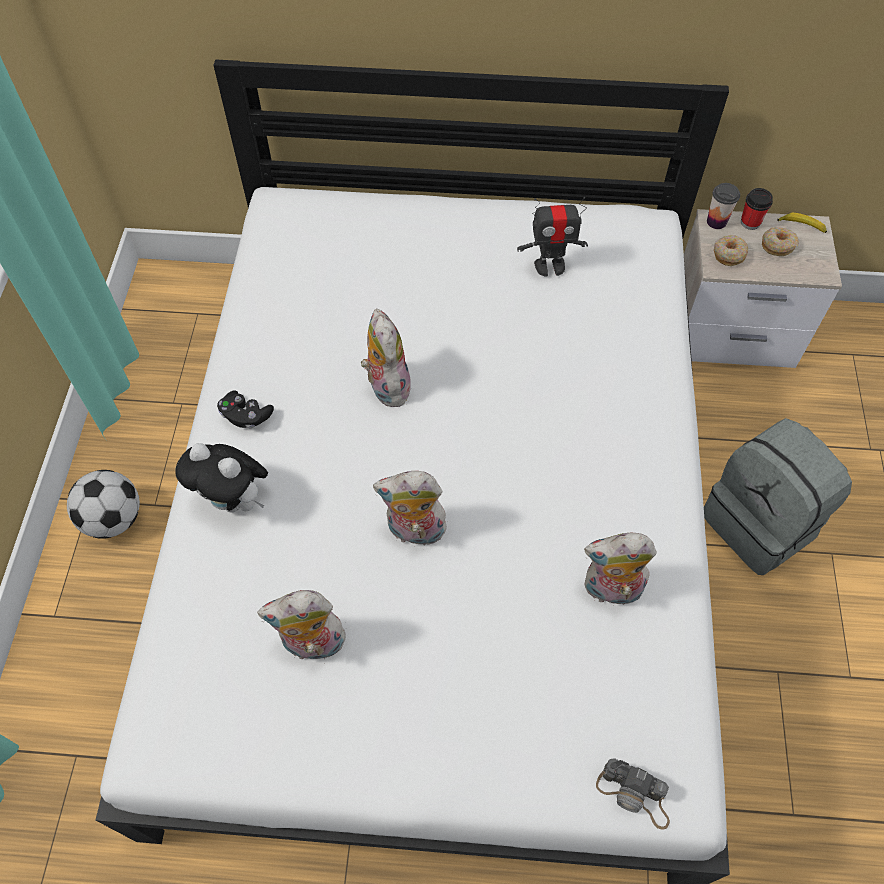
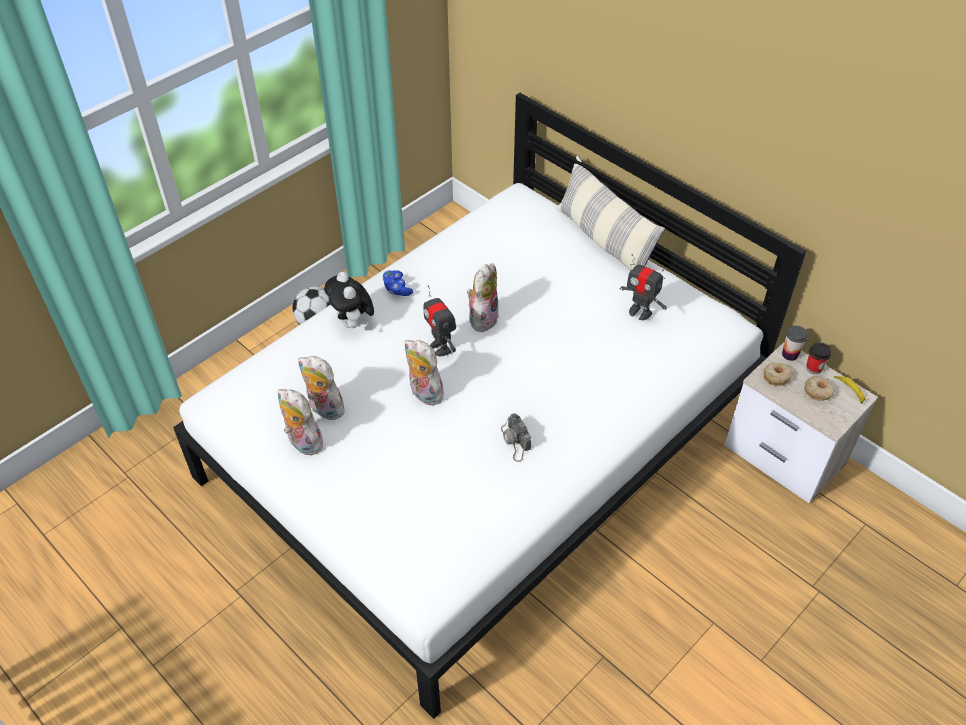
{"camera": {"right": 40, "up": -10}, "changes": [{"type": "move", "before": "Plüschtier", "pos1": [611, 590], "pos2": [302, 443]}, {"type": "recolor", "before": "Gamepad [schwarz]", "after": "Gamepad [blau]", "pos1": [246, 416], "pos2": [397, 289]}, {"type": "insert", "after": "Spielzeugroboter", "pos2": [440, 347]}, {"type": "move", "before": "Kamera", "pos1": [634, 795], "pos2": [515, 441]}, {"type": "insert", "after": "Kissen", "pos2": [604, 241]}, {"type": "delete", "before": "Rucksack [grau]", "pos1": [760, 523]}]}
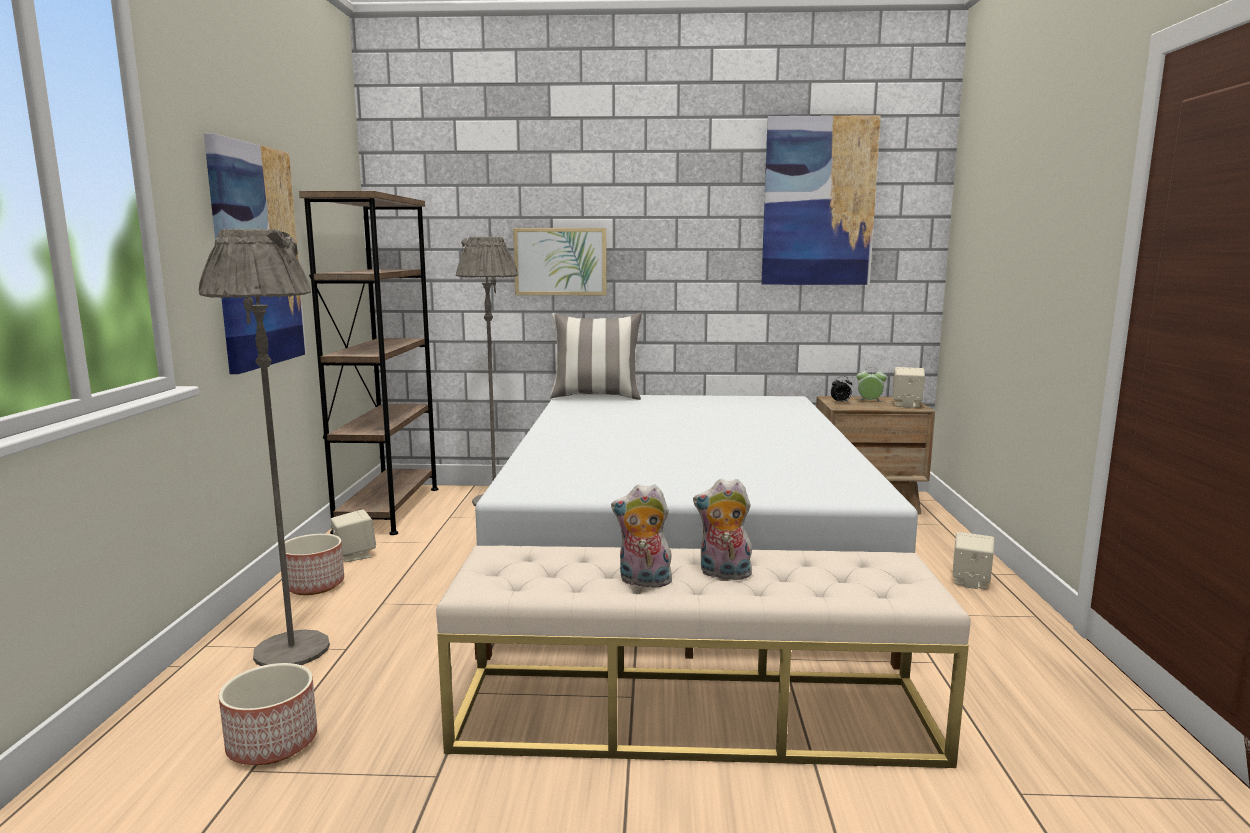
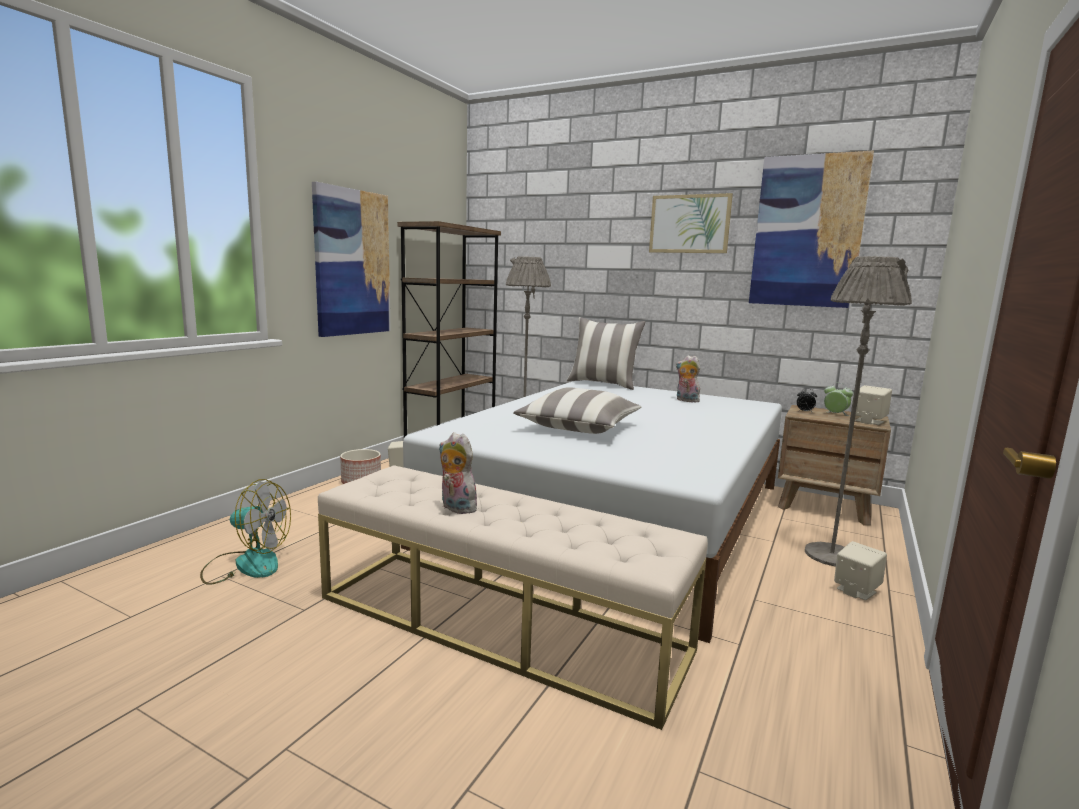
{"camera": {"right": 25, "up": 0}, "changes": [{"type": "replace", "before": "Pflanzkübel", "after": "Ventilator", "pos1": [272, 743], "pos2": [246, 564]}, {"type": "insert", "after": "Kissen", "pos2": [579, 428]}, {"type": "move", "before": "Bild", "pos1": [560, 261], "pos2": [689, 224]}, {"type": "move", "before": "Plüschtier", "pos1": [723, 574], "pos2": [686, 400]}, {"type": "move", "before": "Stehlampe [grau]", "pos1": [292, 650], "pos2": [831, 555]}]}
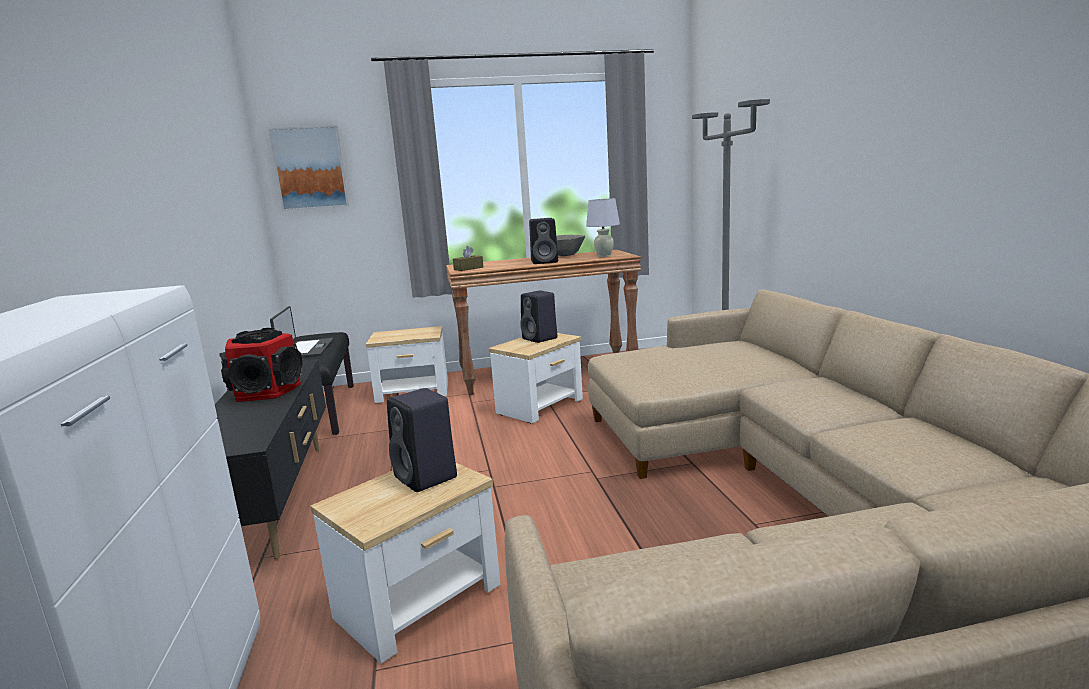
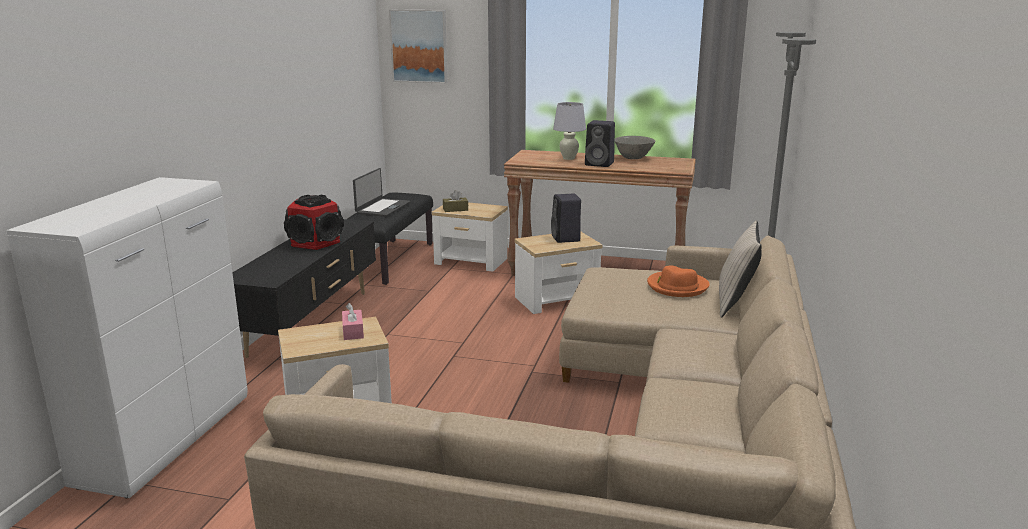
{"camera": {"right": 25, "up": 5}, "changes": [{"type": "replace", "before": "Lautsprecher [schwarz]", "after": "Taschentuchbox [rosa]", "pos1": [427, 478], "pos2": [353, 331]}, {"type": "move", "before": "Taschentuchbox [braun]", "pos1": [468, 268], "pos2": [455, 209]}, {"type": "move", "before": "Tischlampe [weiß]", "pos1": [604, 256], "pos2": [568, 158]}, {"type": "insert", "after": "Hut [orange]", "pos2": [677, 286]}, {"type": "insert", "after": "Kissen [beige]", "pos2": [735, 302]}]}
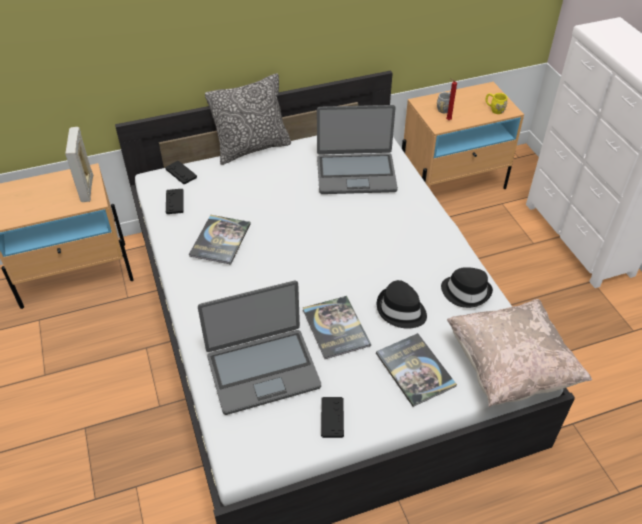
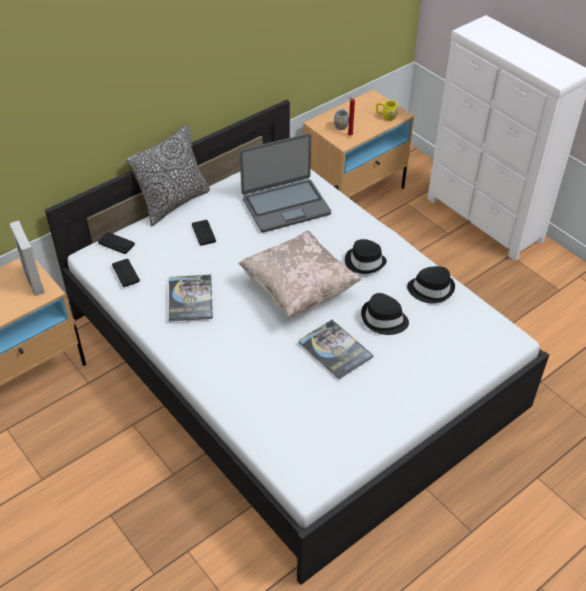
{"camera": {"right": -20, "up": 0}, "changes": [{"type": "move", "before": "Gamepad [schwarz]", "pos1": [332, 417], "pos2": [203, 233]}, {"type": "move", "before": "Kissen [beige]", "pos1": [510, 367], "pos2": [298, 290]}, {"type": "insert", "after": "Hut [schwarz]", "pos2": [365, 262]}, {"type": "delete", "before": "Laptop", "pos1": [262, 370]}, {"type": "delete", "before": "Buch", "pos1": [415, 370]}]}
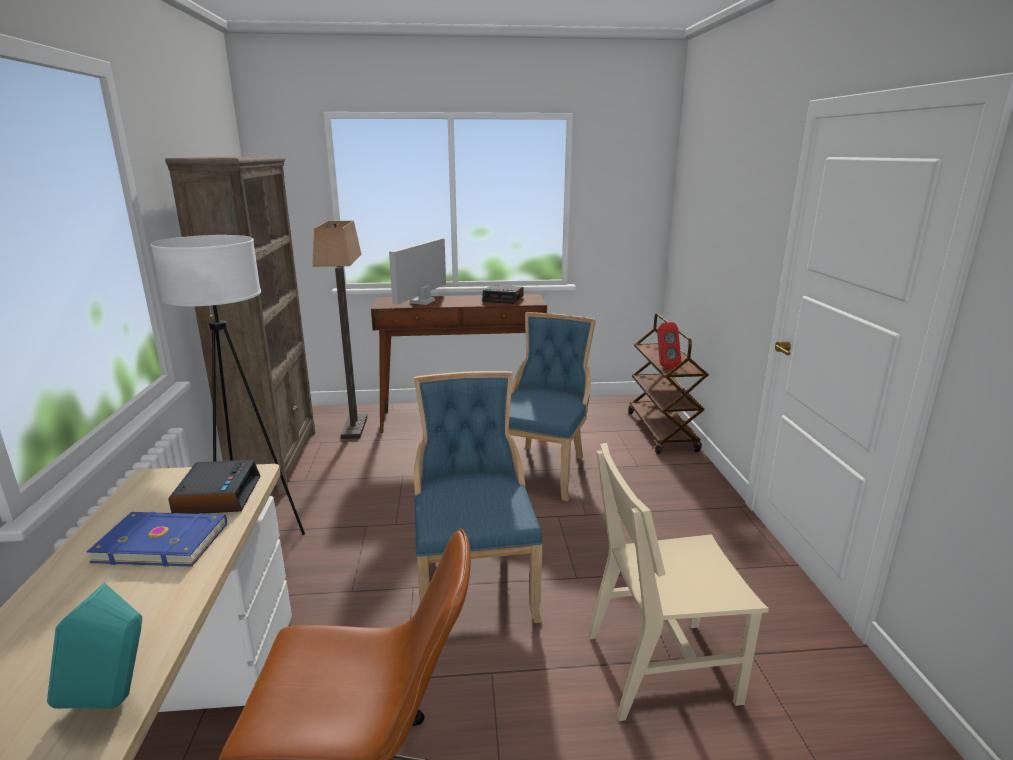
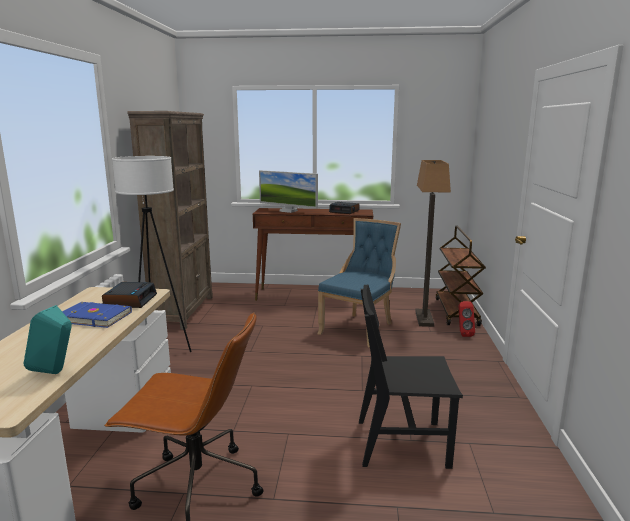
{"camera": {"right": 10, "up": -5}, "changes": [{"type": "rotate", "before": "Monitor", "pos1": [422, 301], "pos2": [288, 211], "turn": -90}, {"type": "recolor", "before": "Stuhl [beige]", "after": "Stuhl [schwarz]", "pos1": [660, 667], "pos2": [401, 443]}, {"type": "move", "before": "Stehlampe", "pos1": [355, 428], "pos2": [424, 319]}, {"type": "move", "before": "Lautsprecher [rot]", "pos1": [664, 367], "pos2": [463, 334]}, {"type": "delete", "before": "Stuhl [blau]", "pos1": [474, 582]}]}
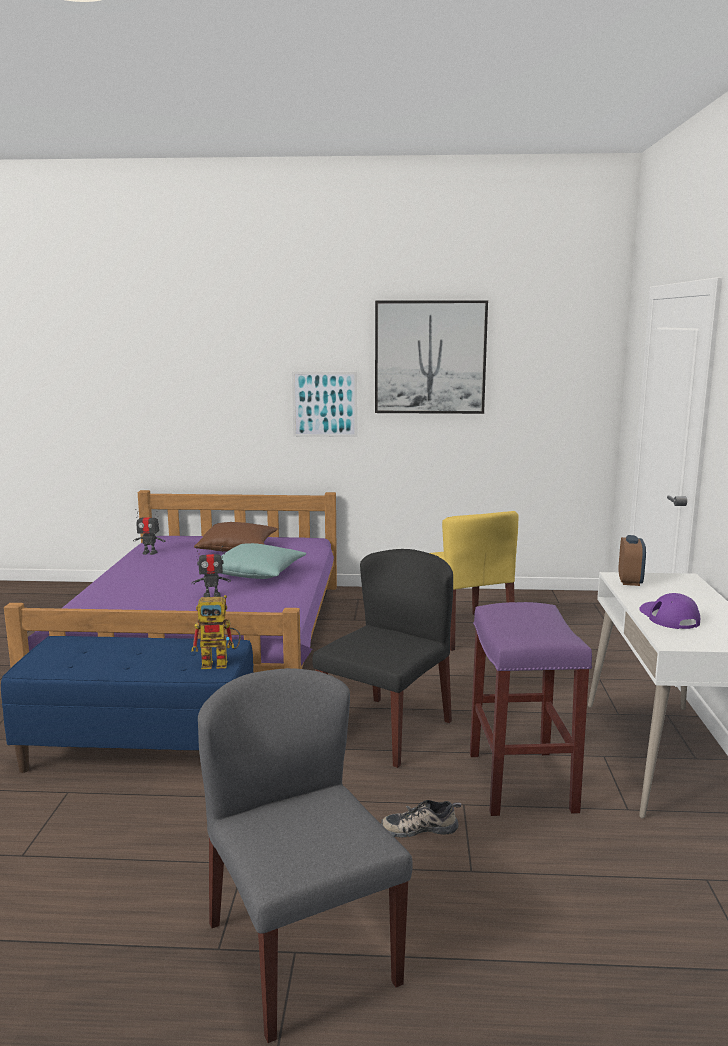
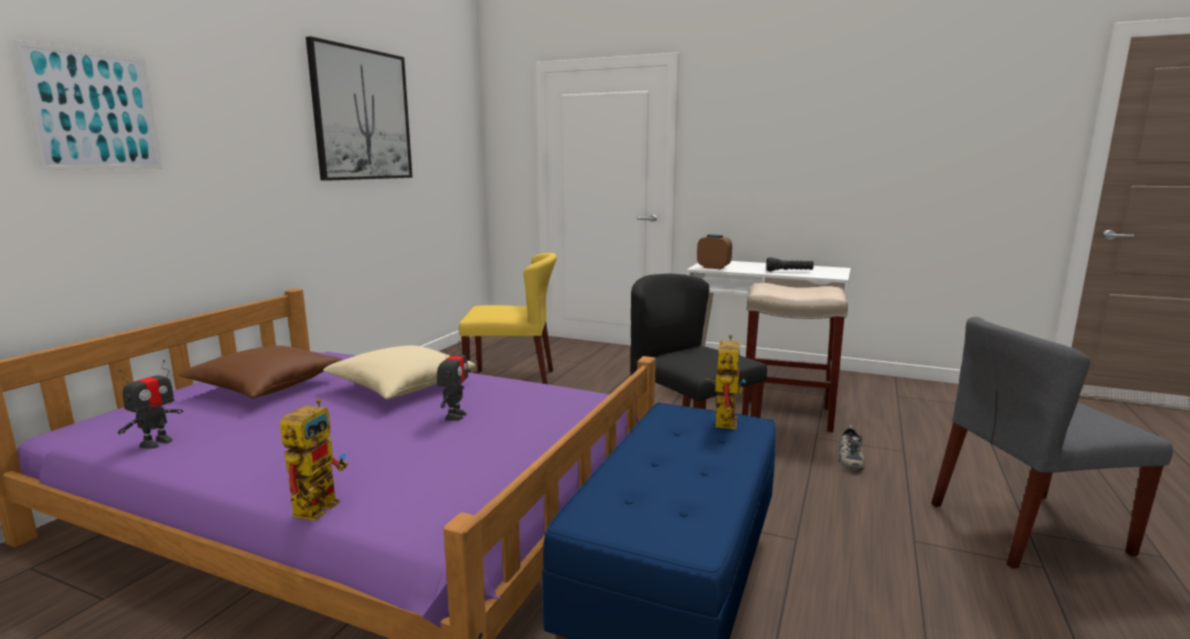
{"camera": {"right": -70, "up": 0}, "changes": [{"type": "move", "before": "Bild", "pos1": [324, 404], "pos2": [94, 111]}, {"type": "insert", "after": "Spielzeugroboter", "pos2": [319, 503]}, {"type": "recolor", "before": "Kissen [türkis]", "after": "Kissen [beige]", "pos1": [257, 574], "pos2": [401, 387]}, {"type": "recolor", "before": "Hocker [lila]", "after": "Hocker [beige]", "pos1": [519, 781], "pos2": [785, 414]}, {"type": "replace", "before": "Kappe [lila]", "after": "Taschenlampe [schwarz]", "pos1": [668, 617], "pos2": [789, 271]}]}
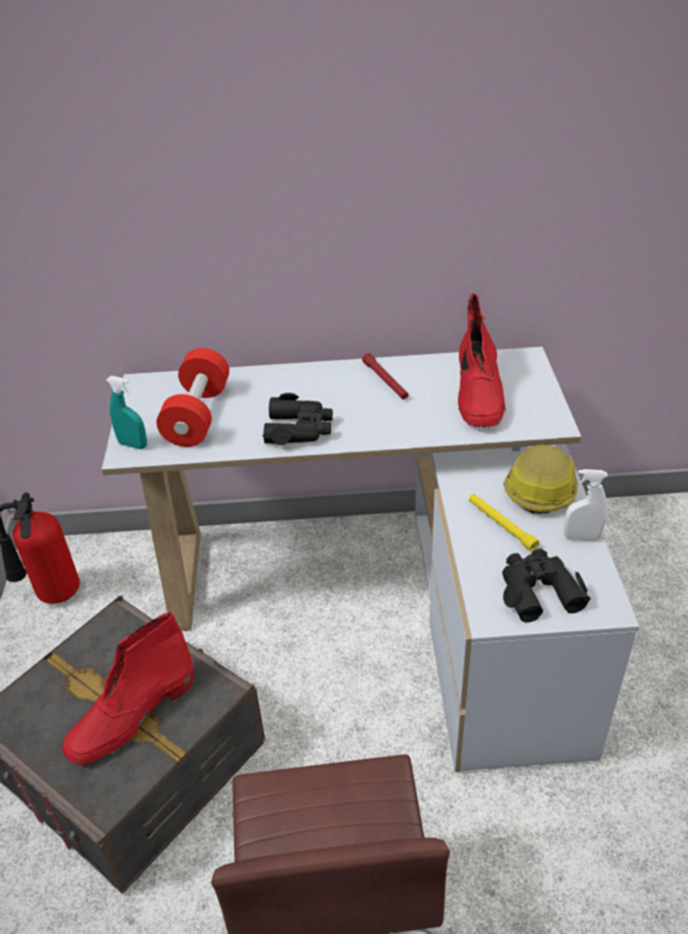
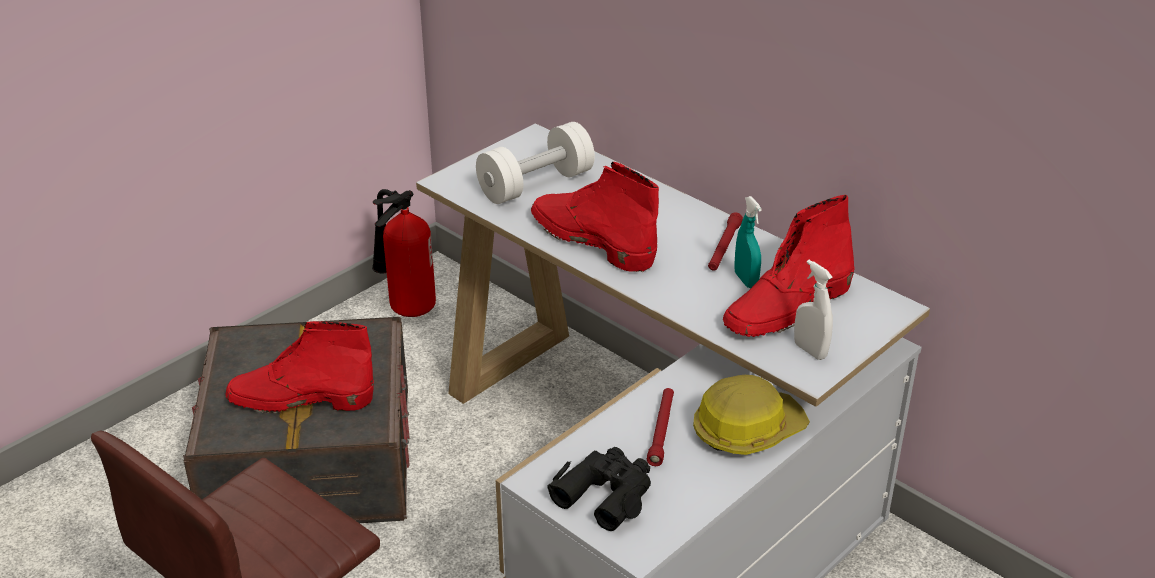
{"camera": {"right": 45, "up": -5}, "changes": [{"type": "recolor", "before": "Hantel [rot]", "after": "Hantel [weiß]", "pos1": [198, 415], "pos2": [536, 185]}, {"type": "replace", "before": "Fernglas [schwarz]", "after": "Stiefel [rot]", "pos1": [299, 429], "pos2": [591, 240]}, {"type": "recolor", "before": "Taschenlampe [gelb]", "after": "Taschenlampe [rot]", "pos1": [501, 525], "pos2": [661, 431]}, {"type": "move", "before": "Sprühflasche [türkis]", "pos1": [133, 445], "pos2": [746, 280]}, {"type": "move", "before": "Sprühflasche [weiß]", "pos1": [581, 537], "pos2": [810, 350]}]}
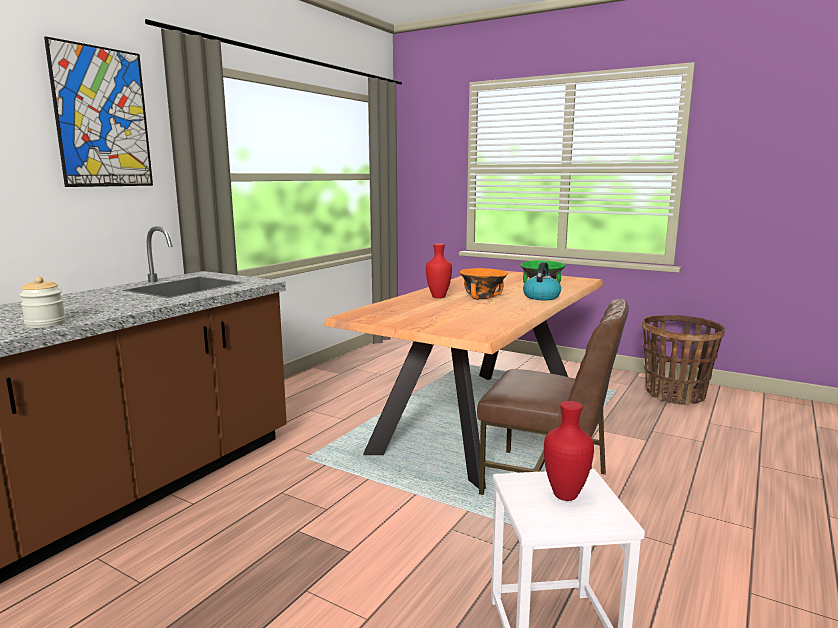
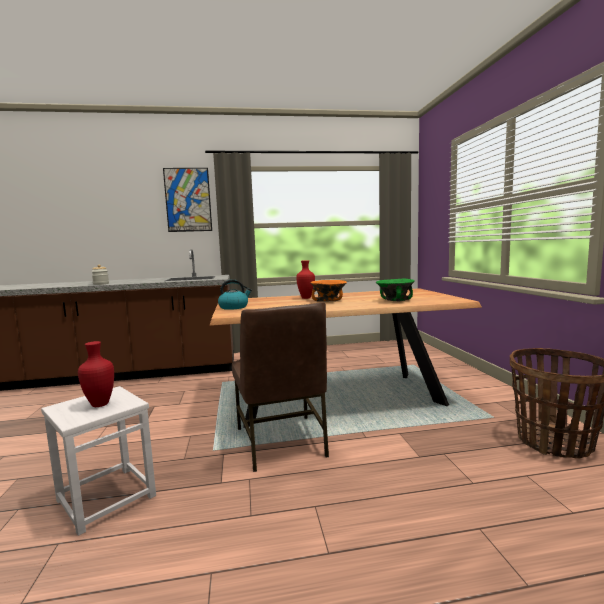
{"camera": {"right": 50, "up": -5}, "changes": [{"type": "move", "before": "Wasserkessel", "pos1": [541, 297], "pos2": [234, 307]}]}
